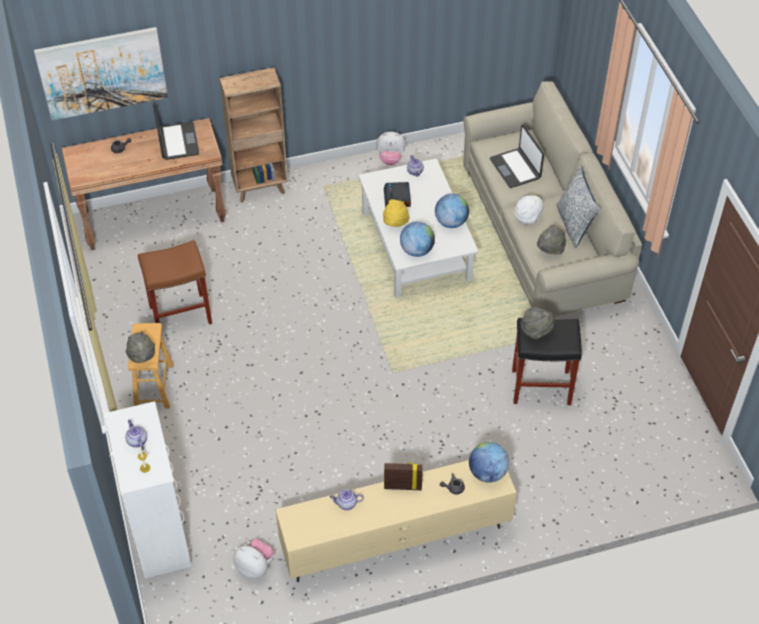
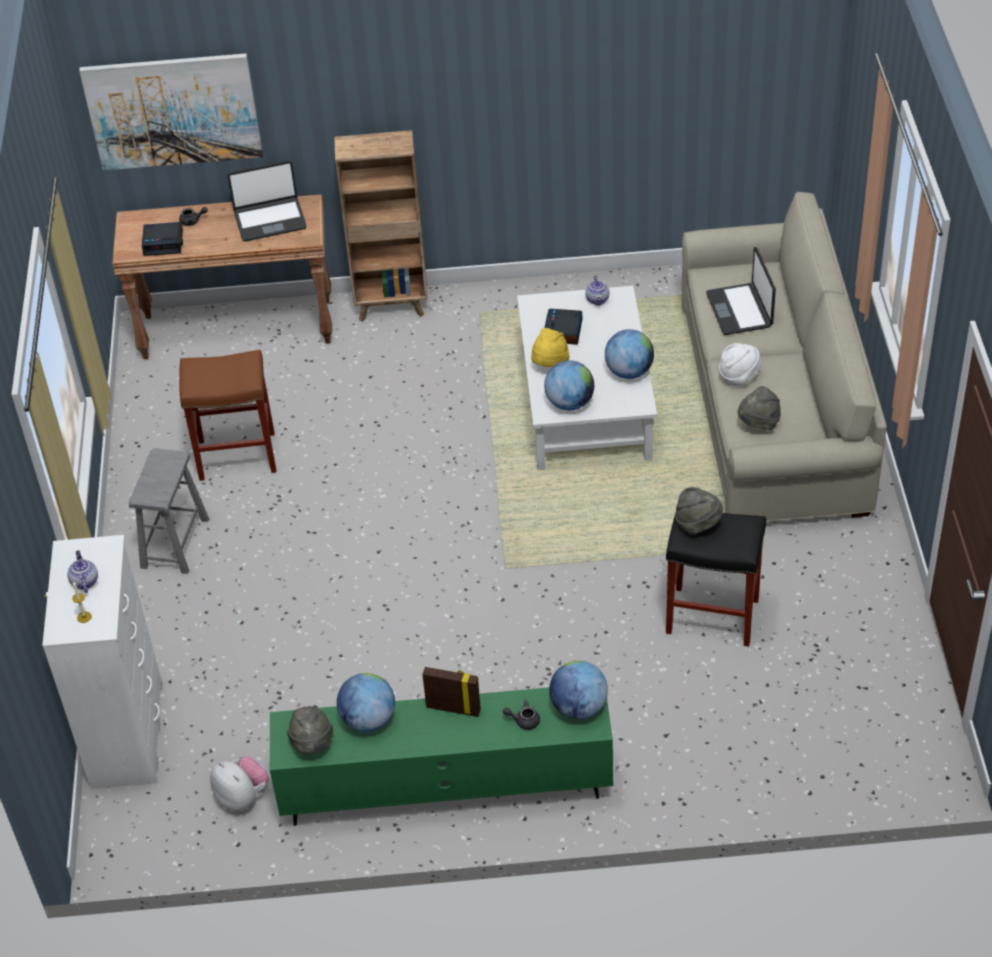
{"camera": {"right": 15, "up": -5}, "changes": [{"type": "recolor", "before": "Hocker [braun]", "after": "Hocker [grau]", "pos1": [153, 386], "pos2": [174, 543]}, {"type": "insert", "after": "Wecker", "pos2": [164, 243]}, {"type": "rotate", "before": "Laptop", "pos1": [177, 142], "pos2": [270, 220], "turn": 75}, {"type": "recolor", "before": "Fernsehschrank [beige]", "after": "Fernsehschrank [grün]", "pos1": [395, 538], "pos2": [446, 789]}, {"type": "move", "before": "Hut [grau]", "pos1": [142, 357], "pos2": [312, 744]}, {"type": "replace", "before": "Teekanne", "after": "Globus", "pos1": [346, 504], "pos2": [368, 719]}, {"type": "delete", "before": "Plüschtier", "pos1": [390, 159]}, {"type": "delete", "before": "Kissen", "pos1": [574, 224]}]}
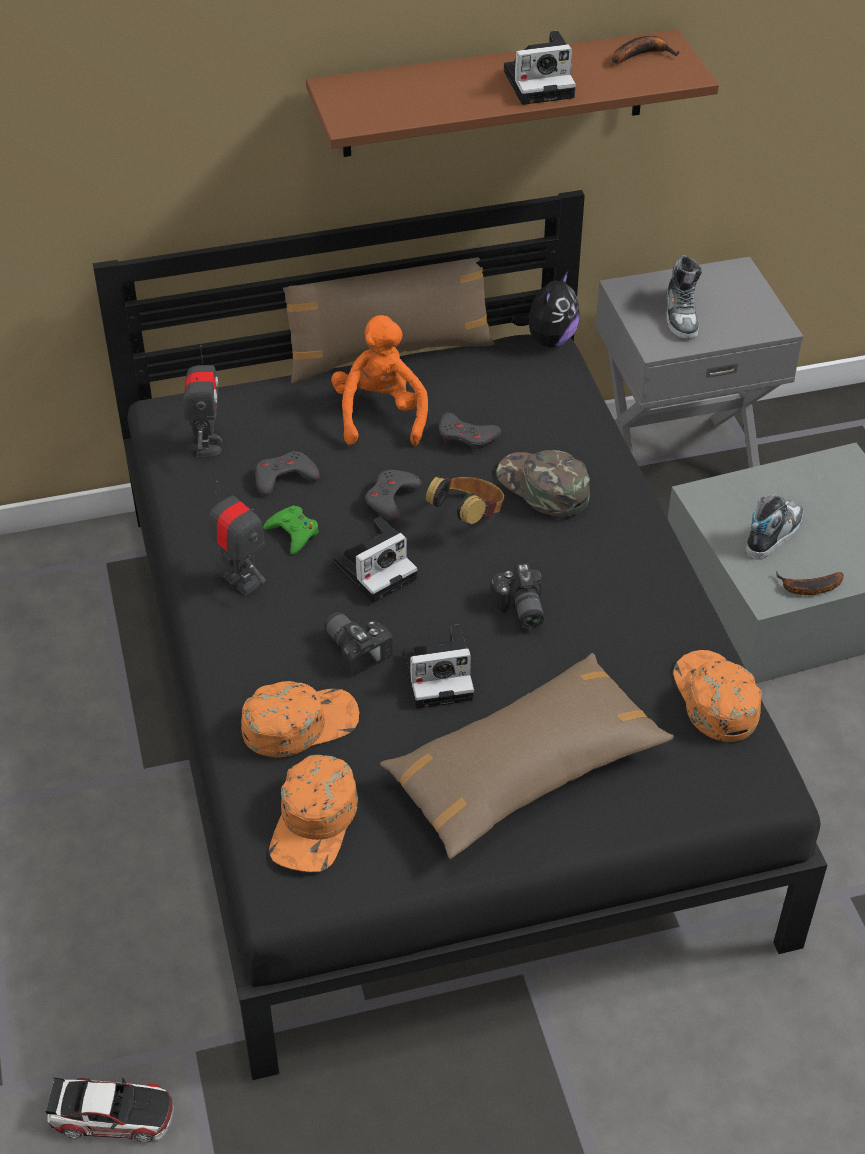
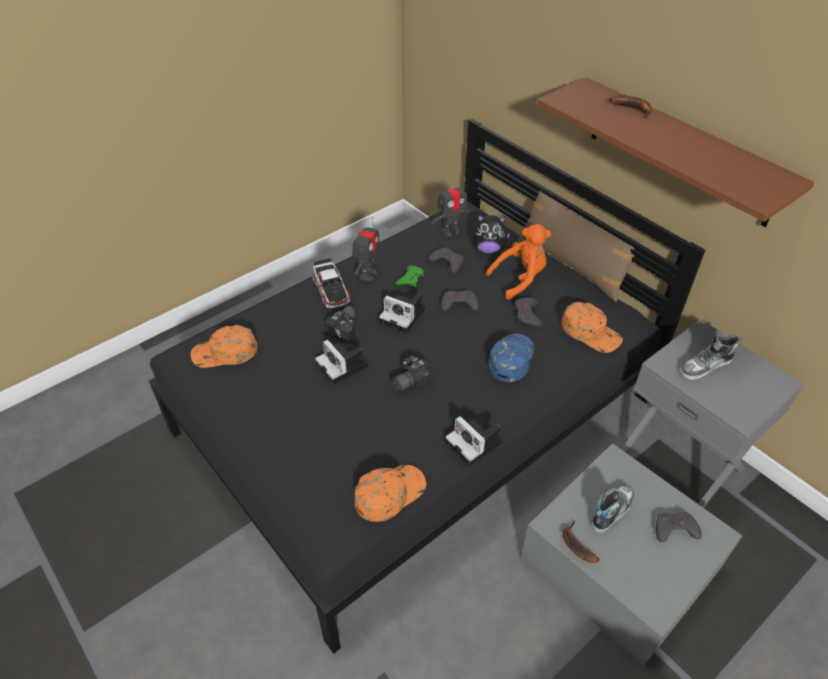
{"camera": {"right": 65, "up": 0}, "changes": [{"type": "move", "before": "Spielzeugauto", "pos1": [112, 1114], "pos2": [331, 289]}, {"type": "move", "before": "Kamera", "pos1": [541, 83], "pos2": [476, 443]}, {"type": "move", "before": "Plüschtier", "pos1": [549, 340], "pos2": [488, 249]}, {"type": "recolor", "before": "Kappe [grün]", "after": "Kappe [blau]", "pos1": [542, 486], "pos2": [510, 358]}, {"type": "move", "before": "Kappe [orange]", "pos1": [300, 723], "pos2": [591, 332]}, {"type": "rotate", "before": "Schuh", "pos1": [773, 533], "pos2": [611, 510], "turn": -60}, {"type": "move", "before": "Banane", "pos1": [642, 55], "pos2": [634, 109]}, {"type": "insert", "after": "Gamepad [grau]", "pos2": [674, 529]}, {"type": "delete", "before": "Kissen [braun]", "pos1": [524, 770]}, {"type": "delete", "before": "Kopfhörer", "pos1": [468, 516]}]}
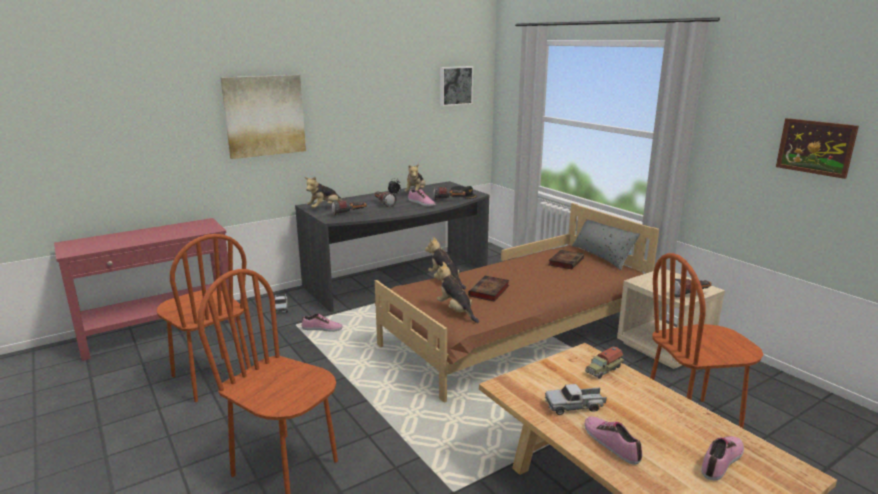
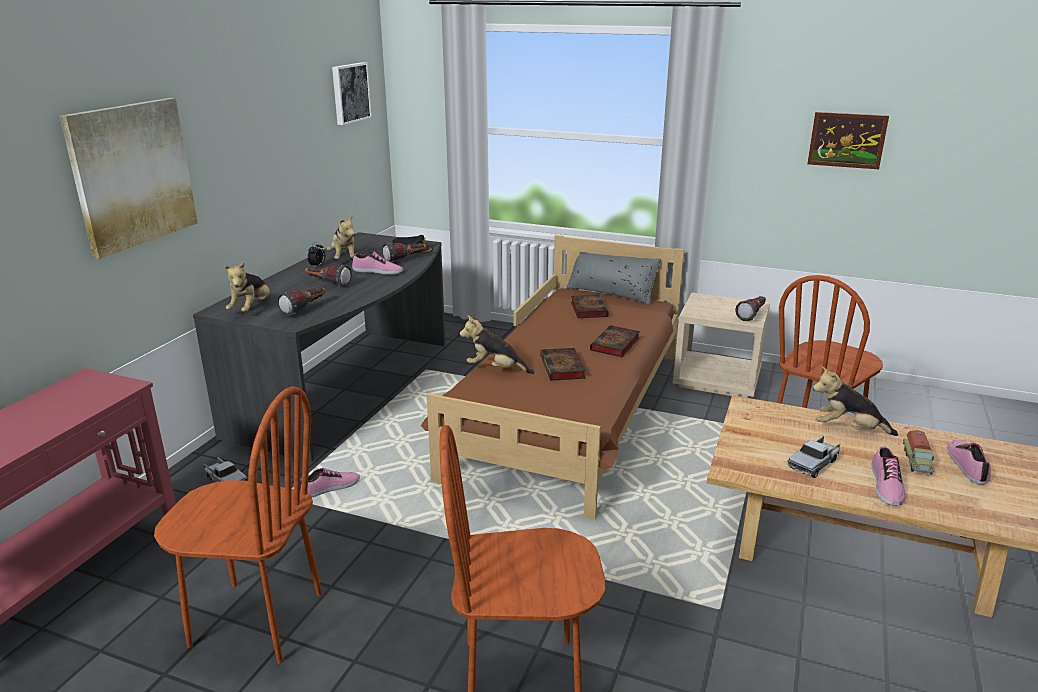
{"camera": {"right": -35, "up": 5}, "changes": [{"type": "insert", "after": "Buch", "pos2": [615, 345]}, {"type": "move", "before": "Plüschtier", "pos1": [456, 311], "pos2": [848, 429]}, {"type": "rotate", "before": "Schuh", "pos1": [611, 443], "pos2": [885, 485], "turn": -105}, {"type": "move", "before": "Spielzeuglaster", "pos1": [603, 369], "pos2": [917, 461]}]}
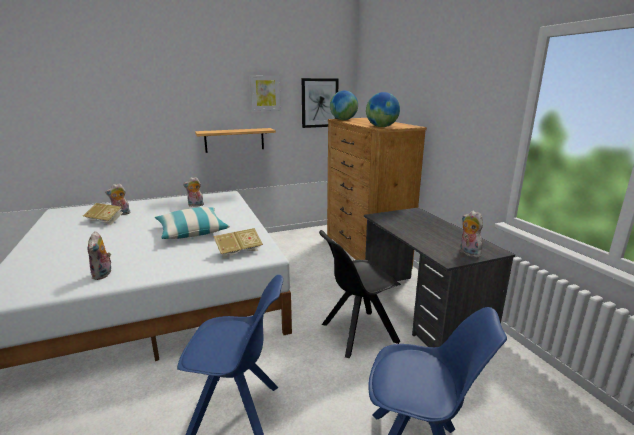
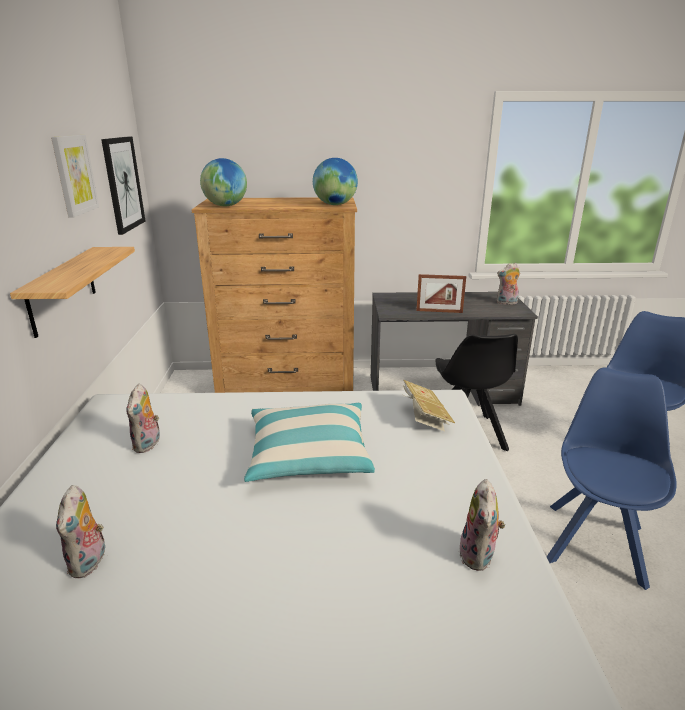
{"camera": {"right": -70, "up": 5}, "changes": [{"type": "insert", "after": "Bilderrahmen", "pos2": [439, 311]}, {"type": "rotate", "before": "Plüschtier", "pos1": [103, 275], "pos2": [479, 556], "turn": 90}, {"type": "delete", "before": "Buch", "pos1": [105, 221]}]}
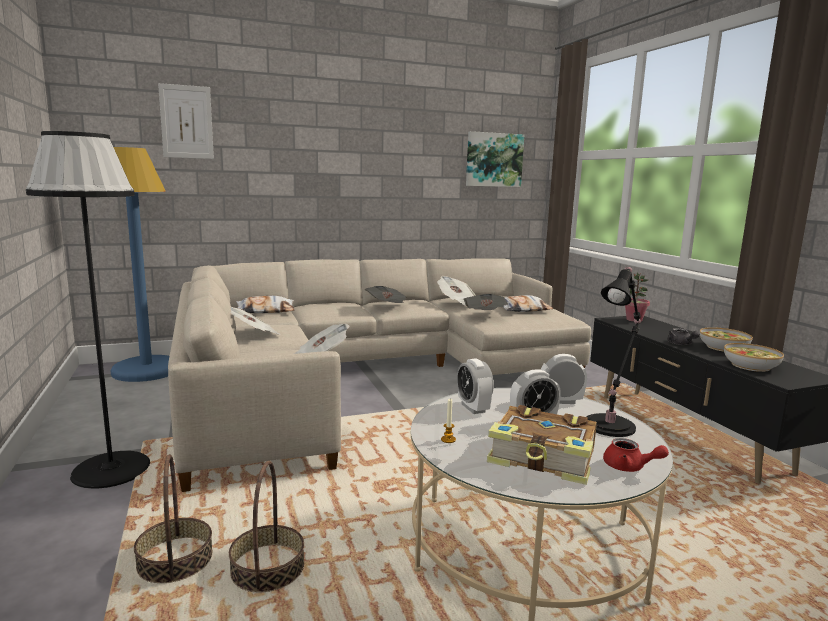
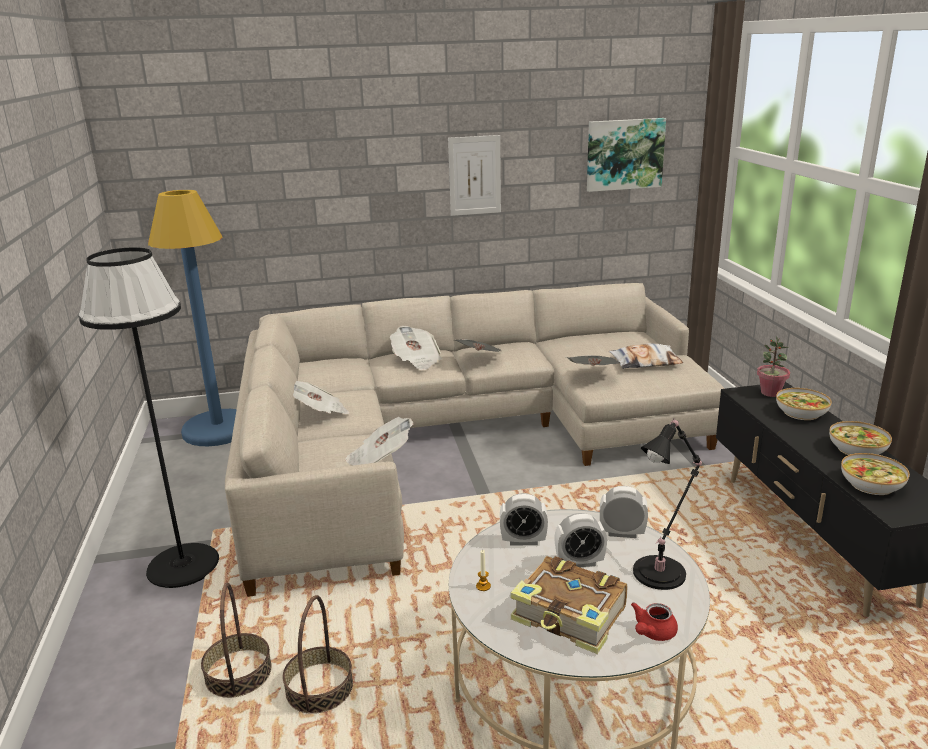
{"camera": {"right": 10, "up": 10}, "changes": [{"type": "move", "before": "Zeitung", "pos1": [457, 302], "pos2": [416, 361]}, {"type": "move", "before": "Bild", "pos1": [186, 122], "pos2": [474, 175]}, {"type": "rotate", "before": "Wecker", "pos1": [473, 408], "pos2": [523, 541], "turn": -75}, {"type": "rotate", "before": "Teekanne [rot]", "pos1": [629, 467], "pos2": [652, 633], "turn": 90}, {"type": "insert", "after": "Schüssel", "pos2": [801, 413]}, {"type": "delete", "before": "Kissen", "pos1": [265, 311]}, {"type": "delete", "before": "Teekanne [grau]", "pos1": [681, 344]}]}
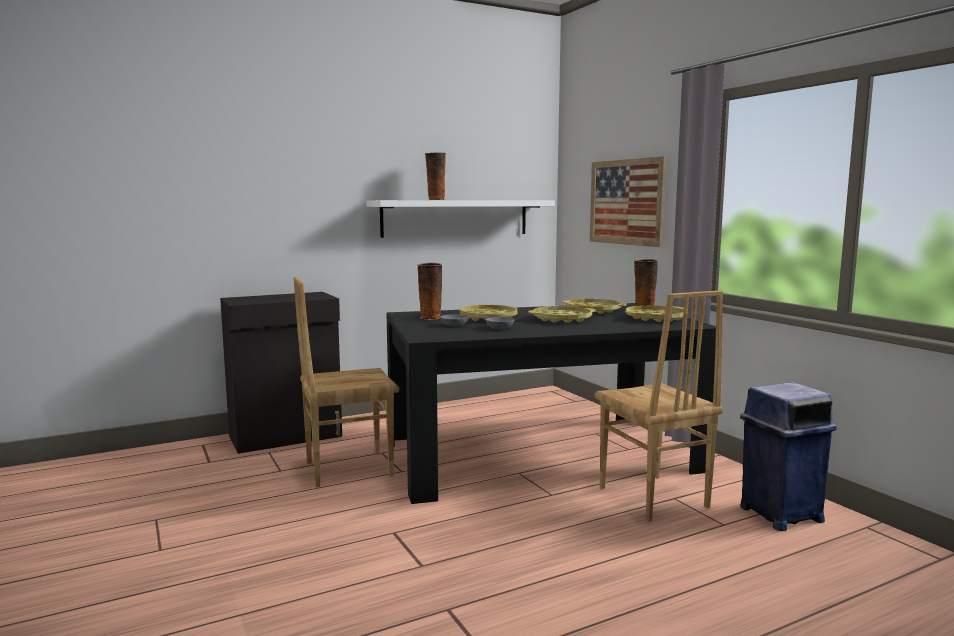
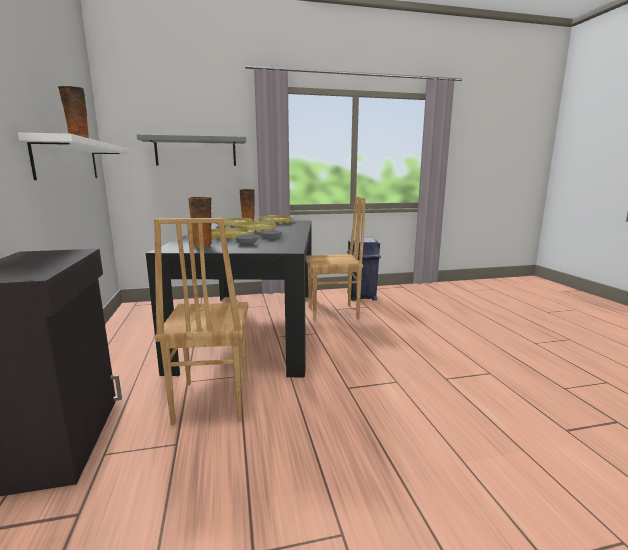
{"camera": {"right": -75, "up": 5}, "changes": [{"type": "replace", "before": "Bild", "after": "Wandregal [grau]", "pos1": [626, 202], "pos2": [196, 152]}]}
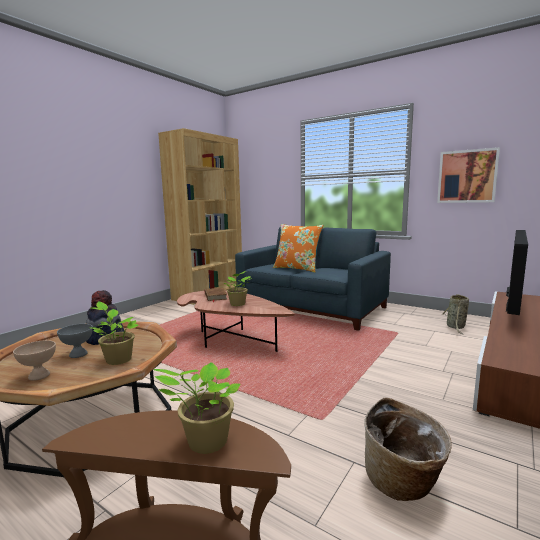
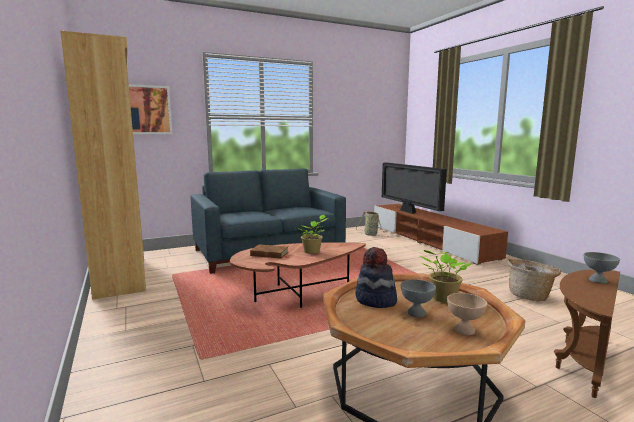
{"camera": {"right": -60, "up": 0}, "changes": [{"type": "move", "before": "Bild", "pos1": [467, 176], "pos2": [145, 110]}, {"type": "replace", "before": "Topfpflanze", "after": "Schüssel [grau]", "pos1": [205, 442], "pos2": [597, 280]}, {"type": "delete", "before": "Kissen [orange]", "pos1": [297, 268]}]}
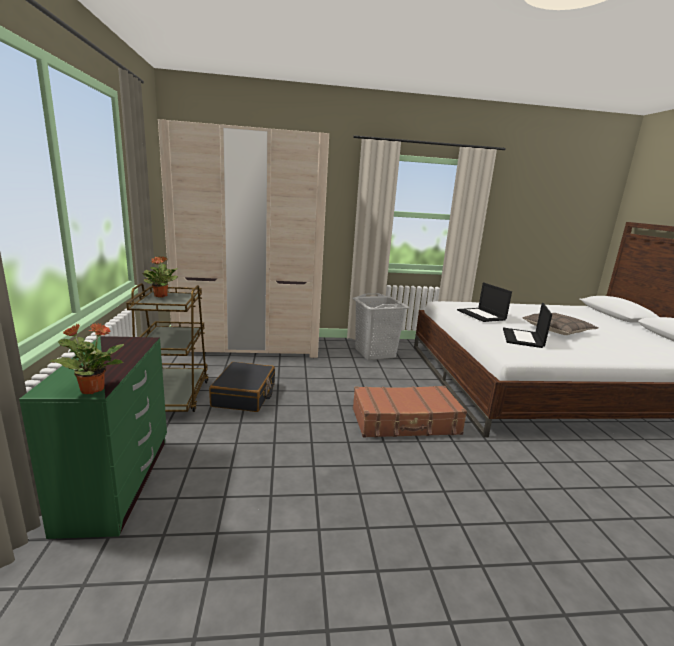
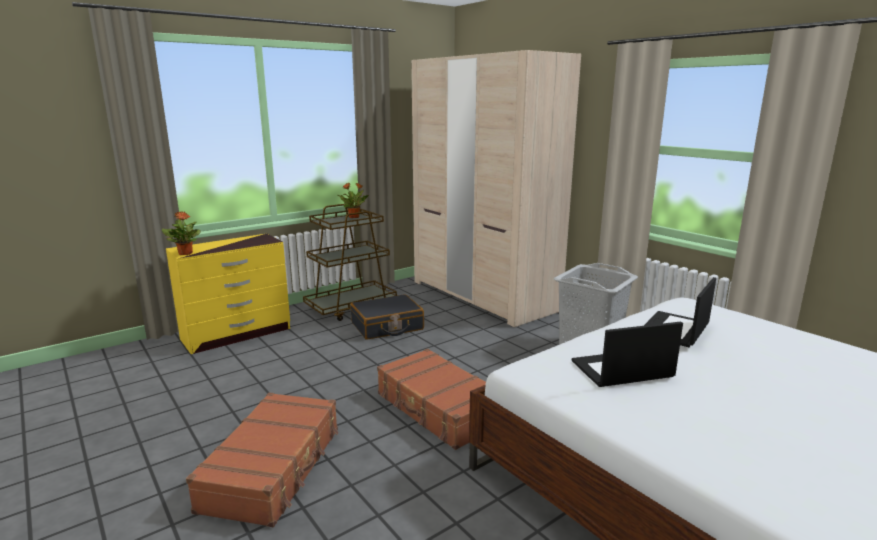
{"camera": {"right": 60, "up": 0}, "changes": [{"type": "recolor", "before": "Kommode [grün]", "after": "Kommode [gelb]", "pos1": [118, 482], "pos2": [237, 334]}, {"type": "insert", "after": "Koffer [braun]", "pos2": [274, 468]}, {"type": "delete", "before": "Kissen", "pos1": [557, 330]}]}
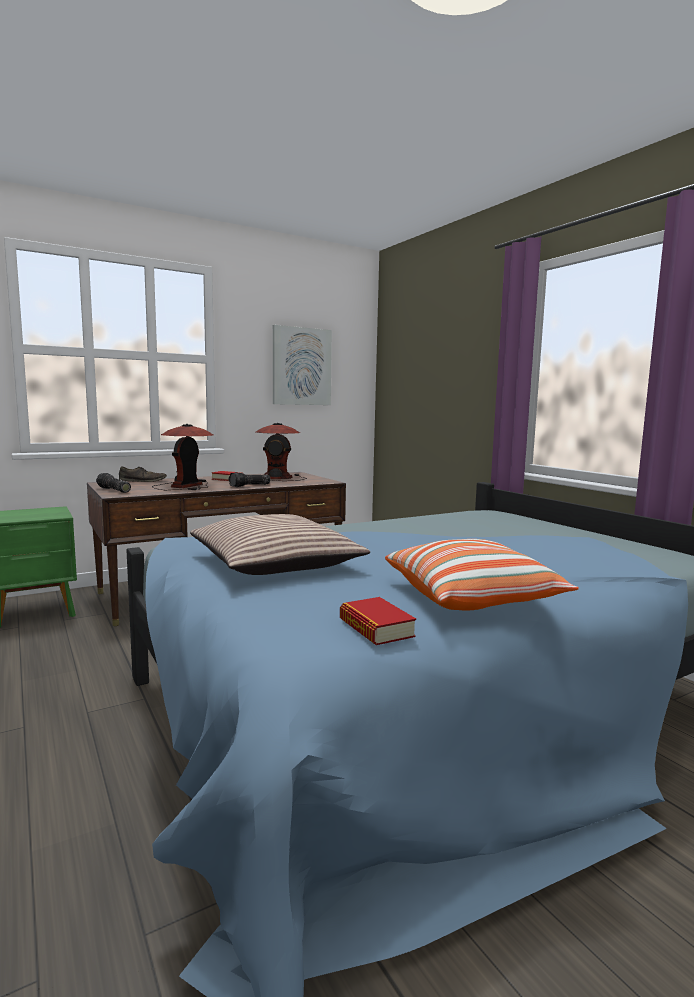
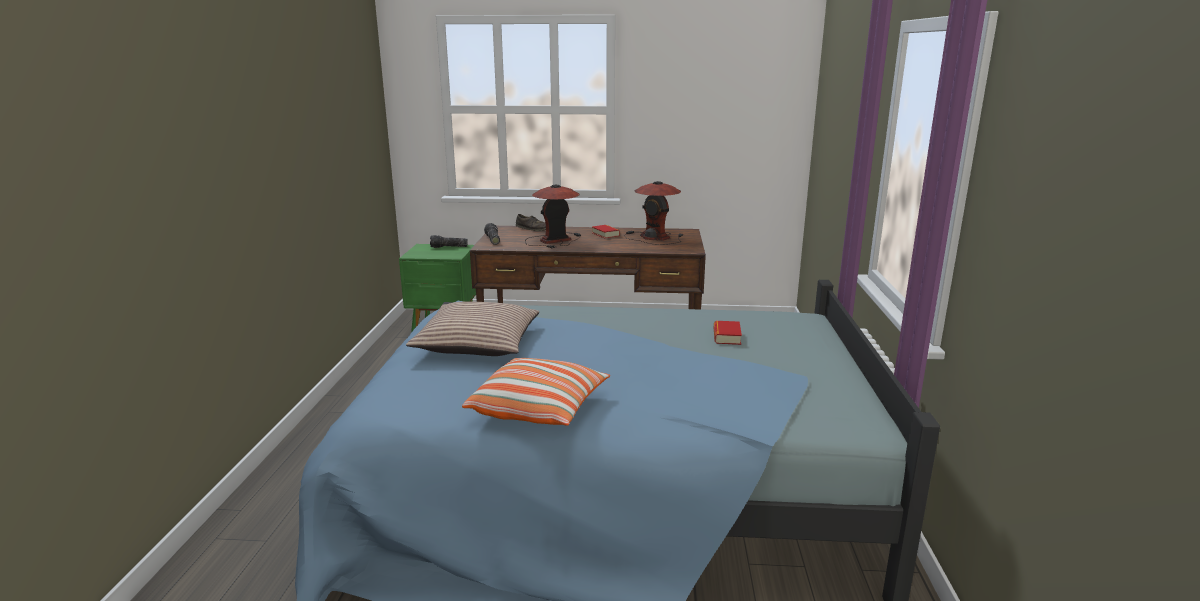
{"camera": {"right": 35, "up": 10}, "changes": [{"type": "move", "before": "Taschenlampe", "pos1": [250, 486], "pos2": [448, 247]}, {"type": "move", "before": "Buch", "pos1": [376, 628], "pos2": [726, 337]}, {"type": "delete", "before": "Bild", "pos1": [301, 366]}]}
